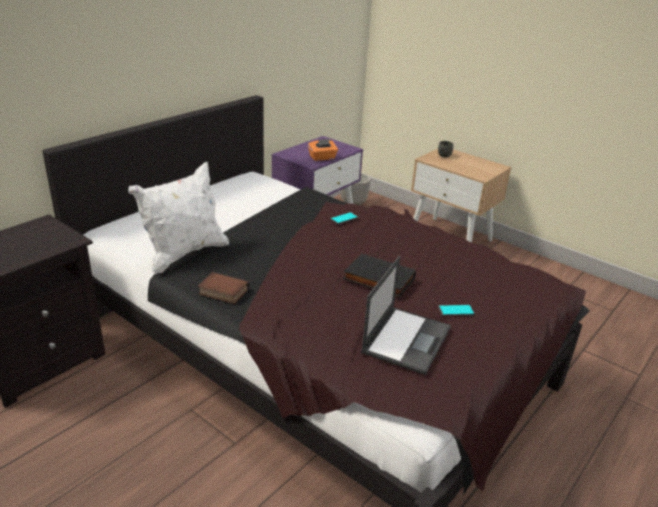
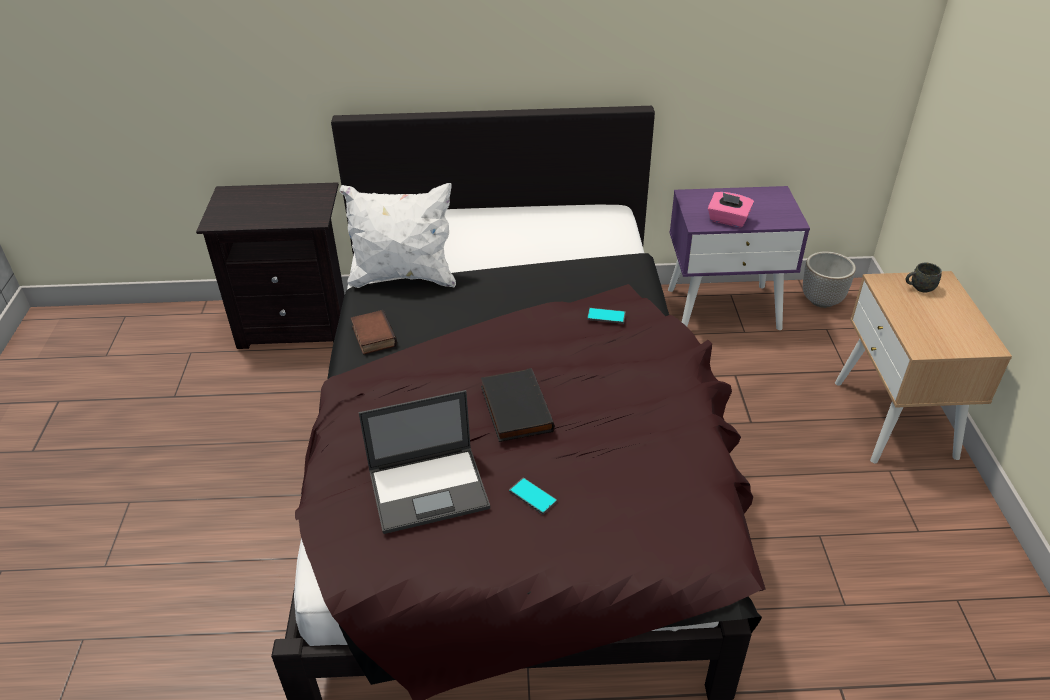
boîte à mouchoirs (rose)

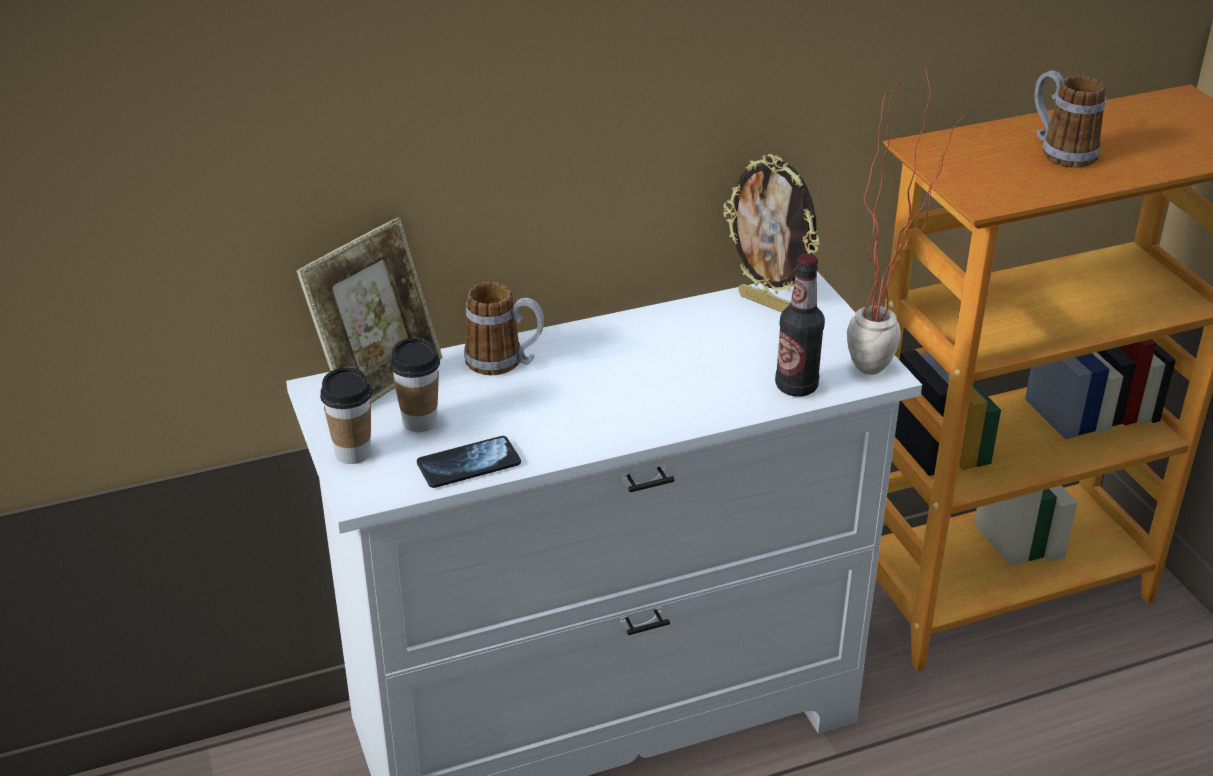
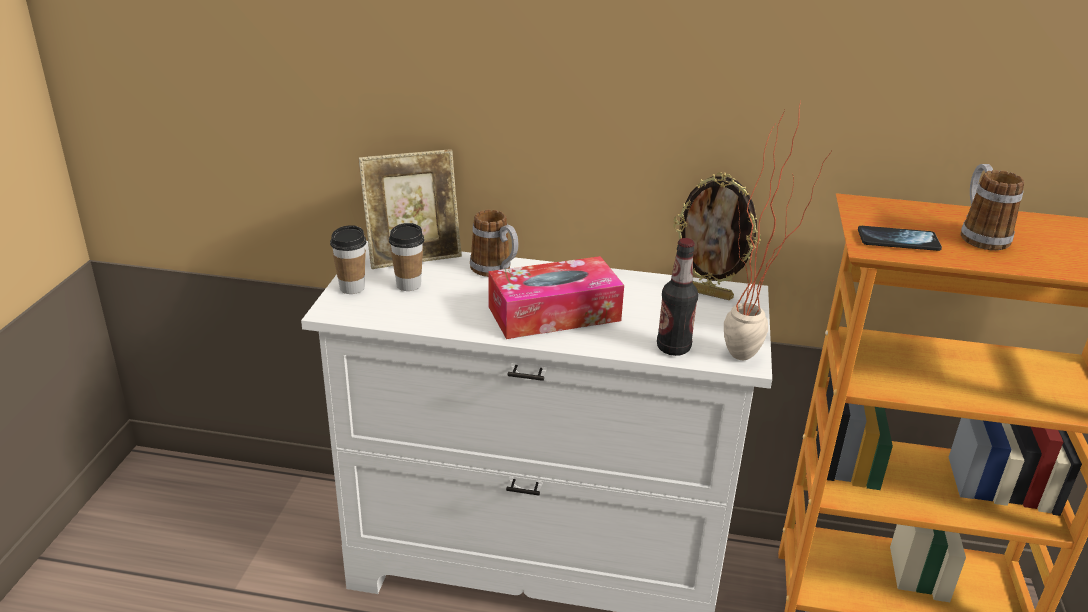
boîte à mouchoirs; téléphone; cadre photo (2nd from left)

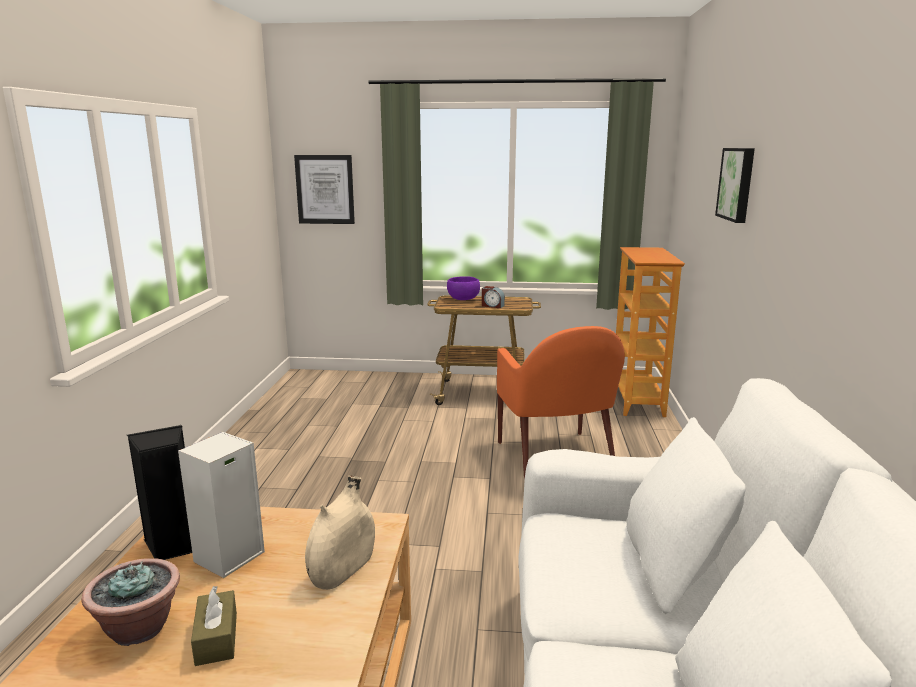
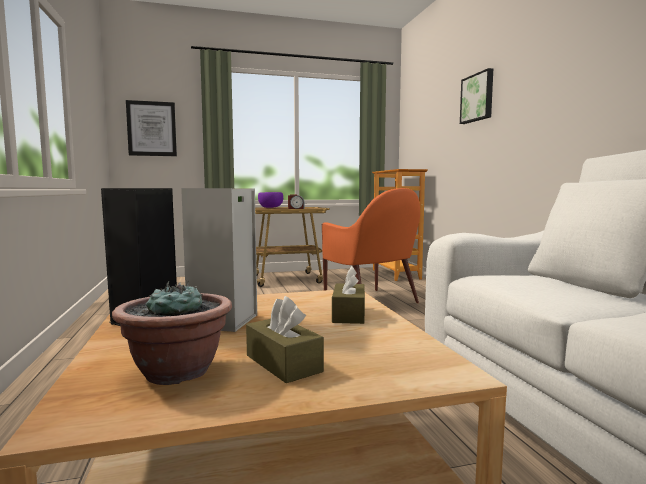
boîte à mouchoirs (marron) (2nd from left)

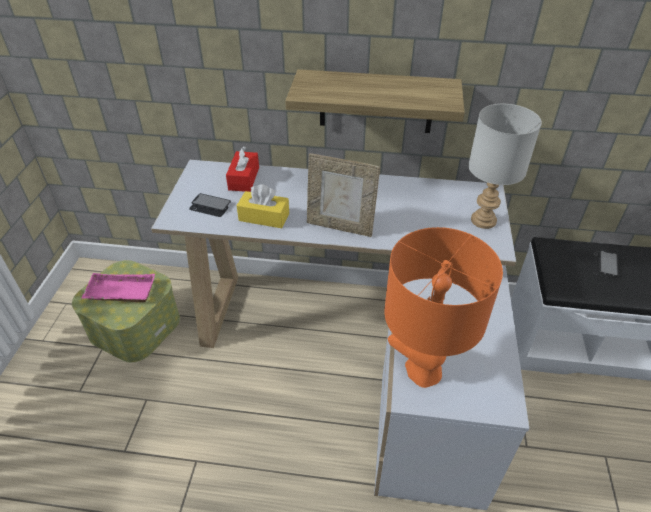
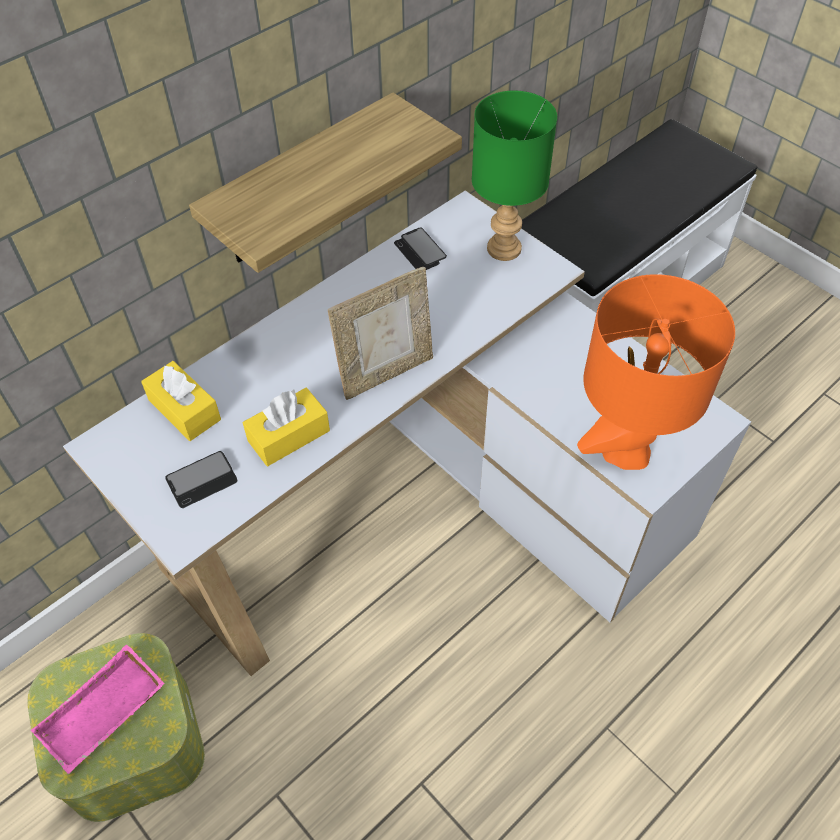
téléphone (2nd from left); boîte à mouchoirs (jaune) (1st from left); lampe de table (vert)

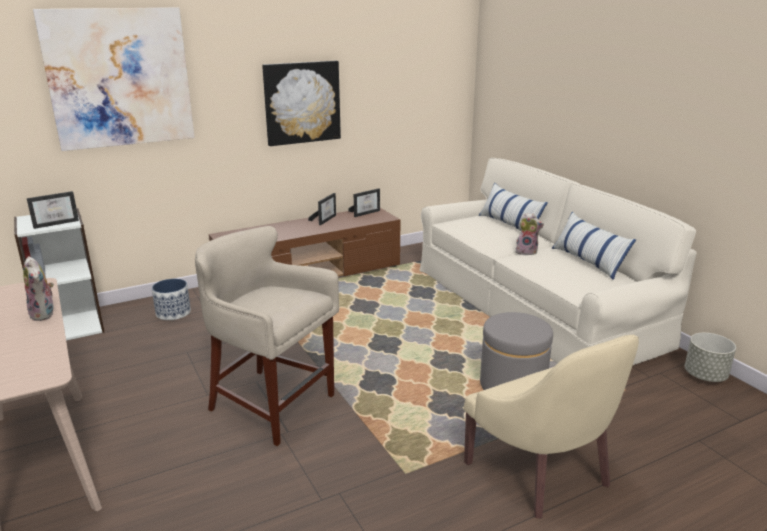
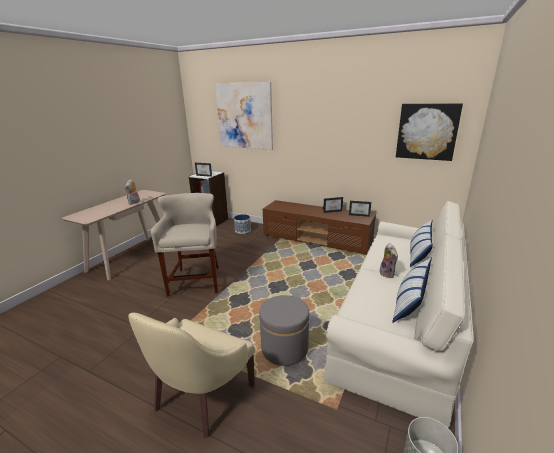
tableau (2nd from left)

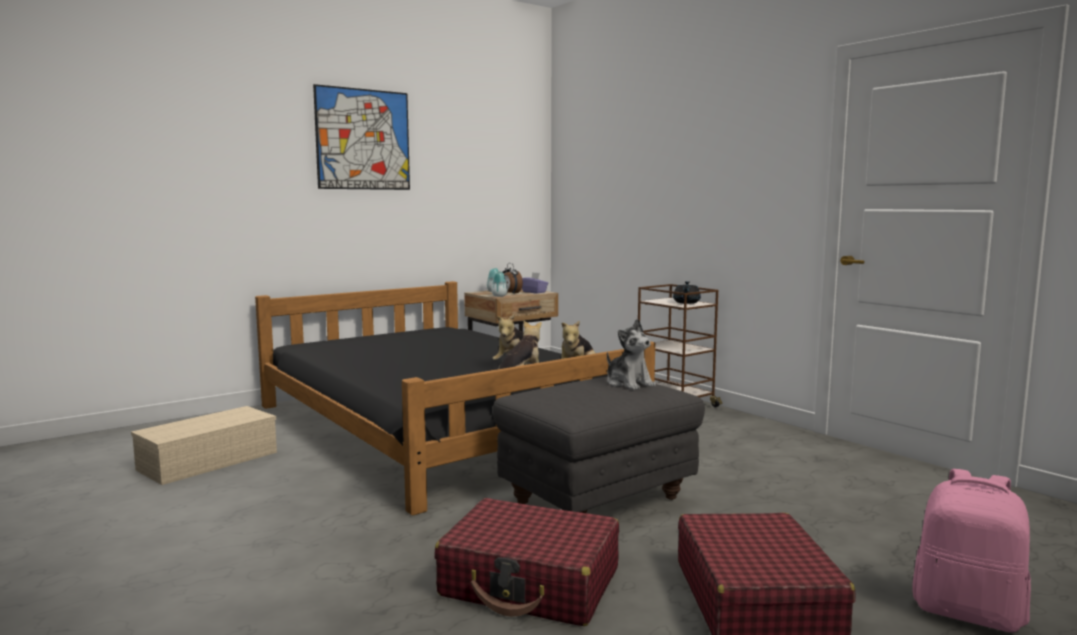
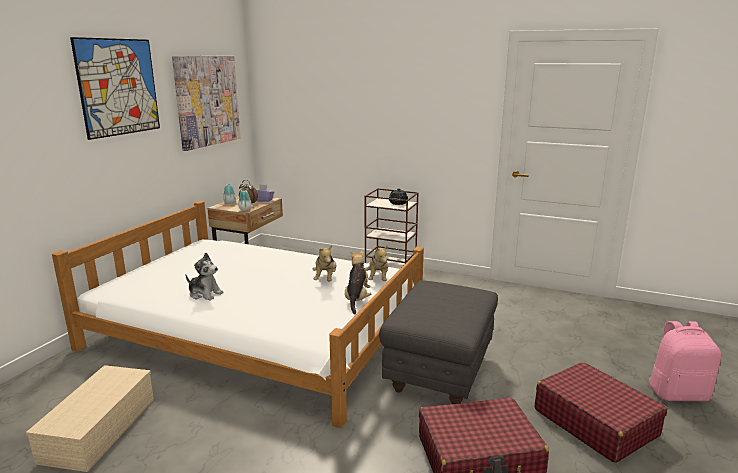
tableau (2nd from left); peluche (1st from left); lit (blanc)

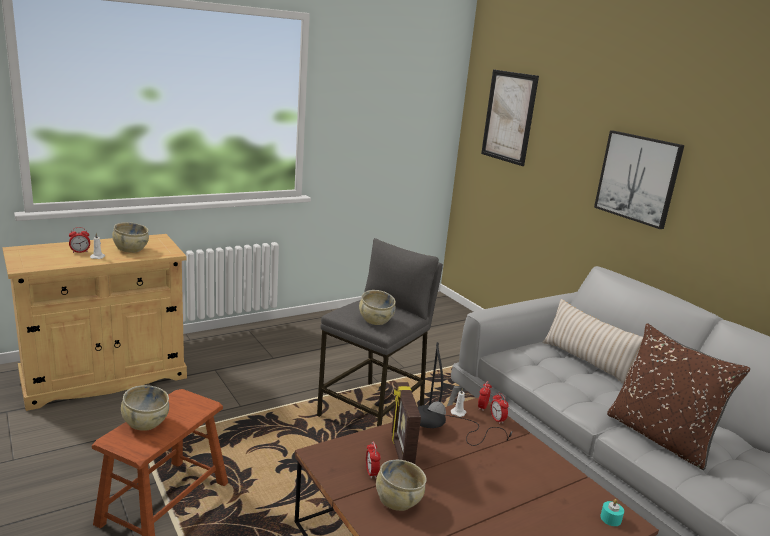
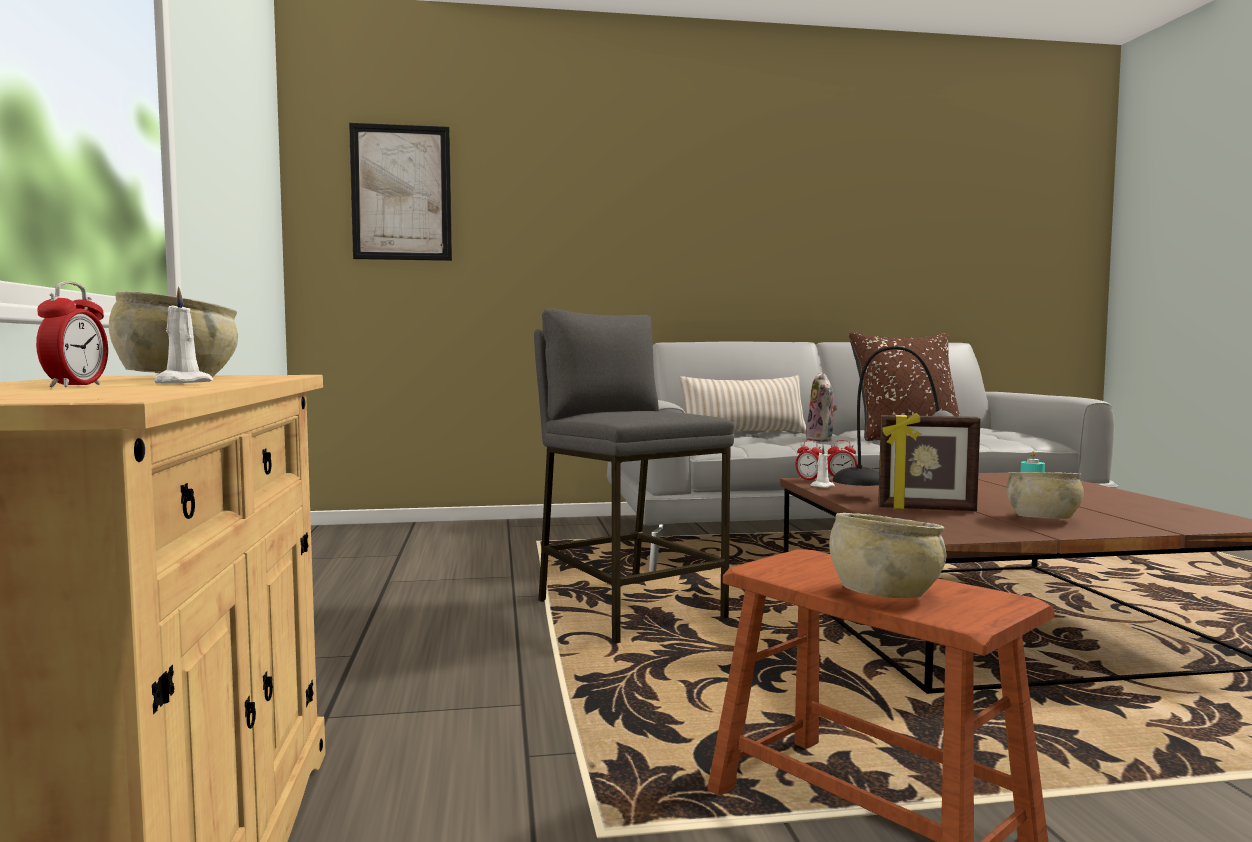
bol (beige) (3rd from left in the first image); réveil (2nd from left in the first image); tableau (2nd from left in the first image); peluche

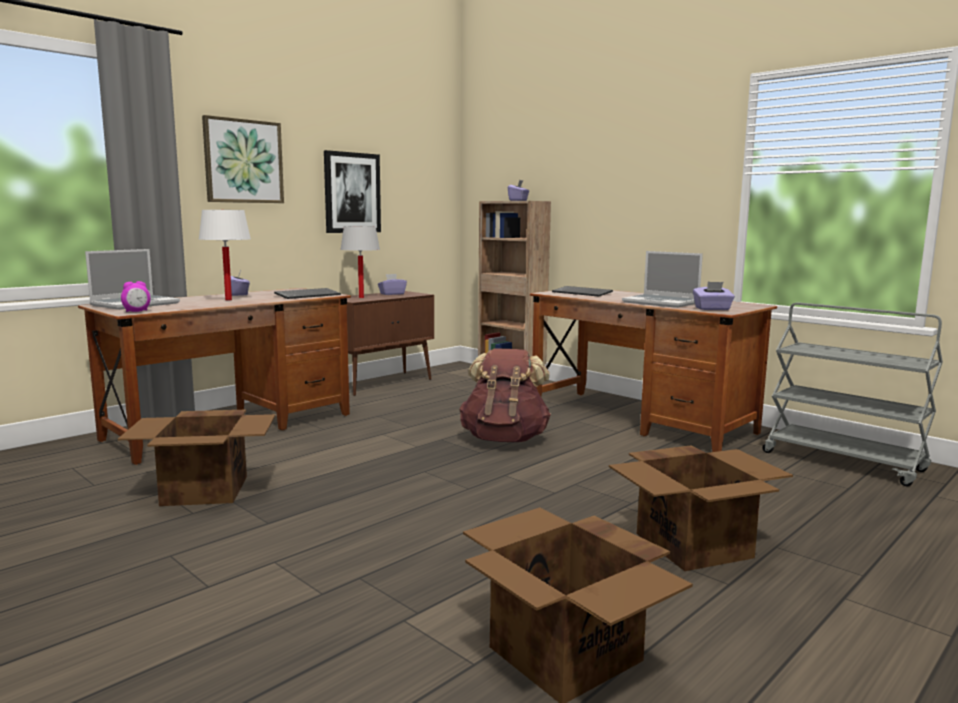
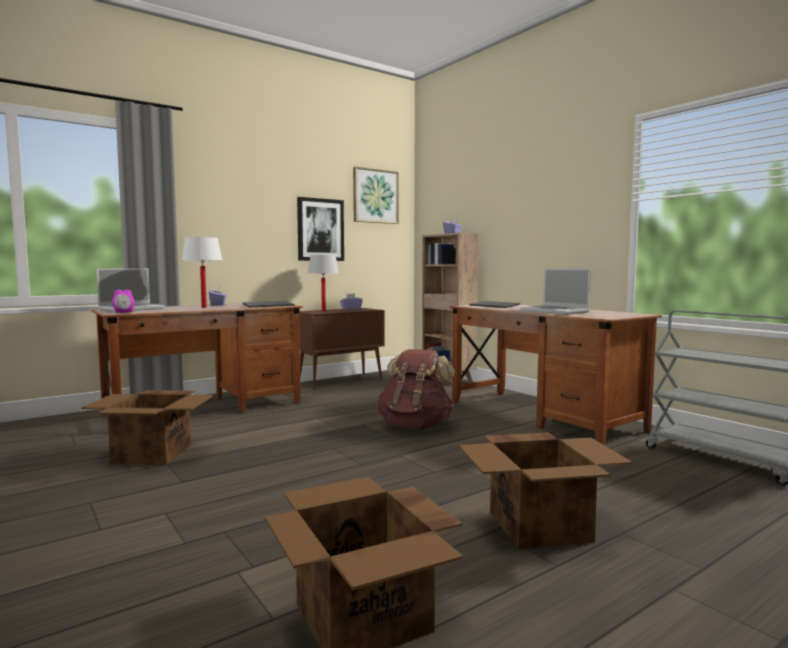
boîte à mouchoirs (violet) (4th from left in the first image); tableau (2nd from left)

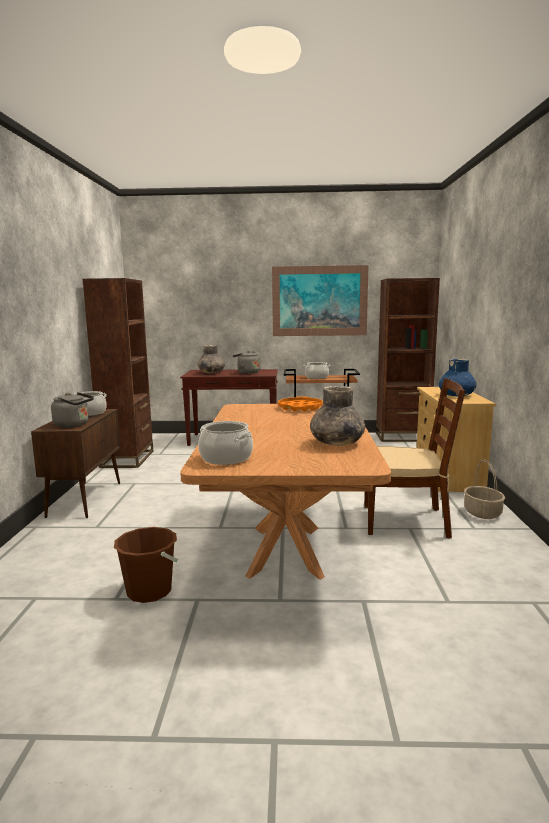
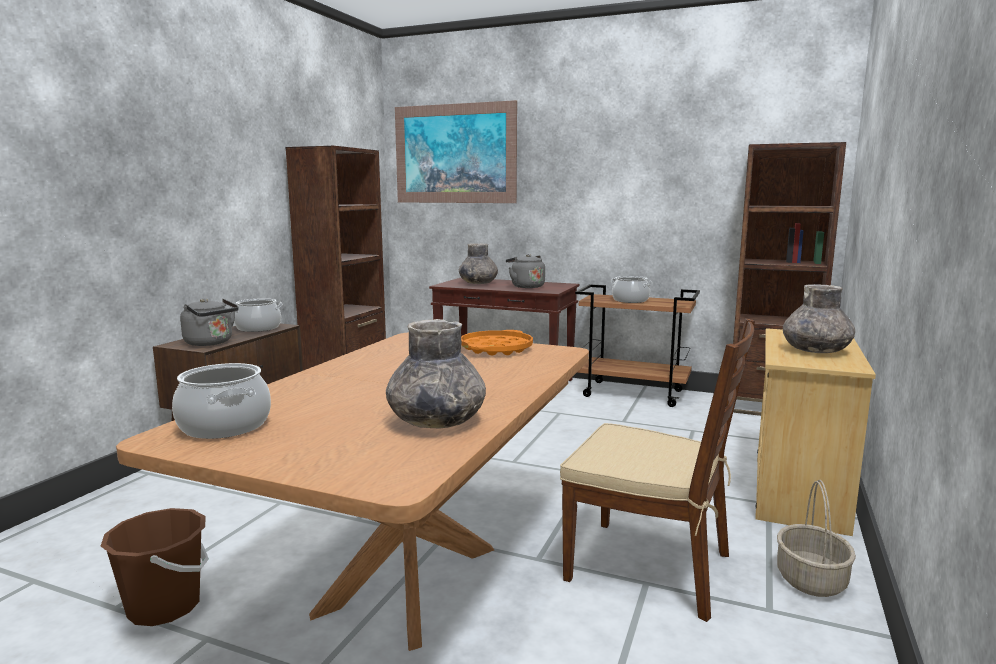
tableau; vase (gris) (3rd from left)

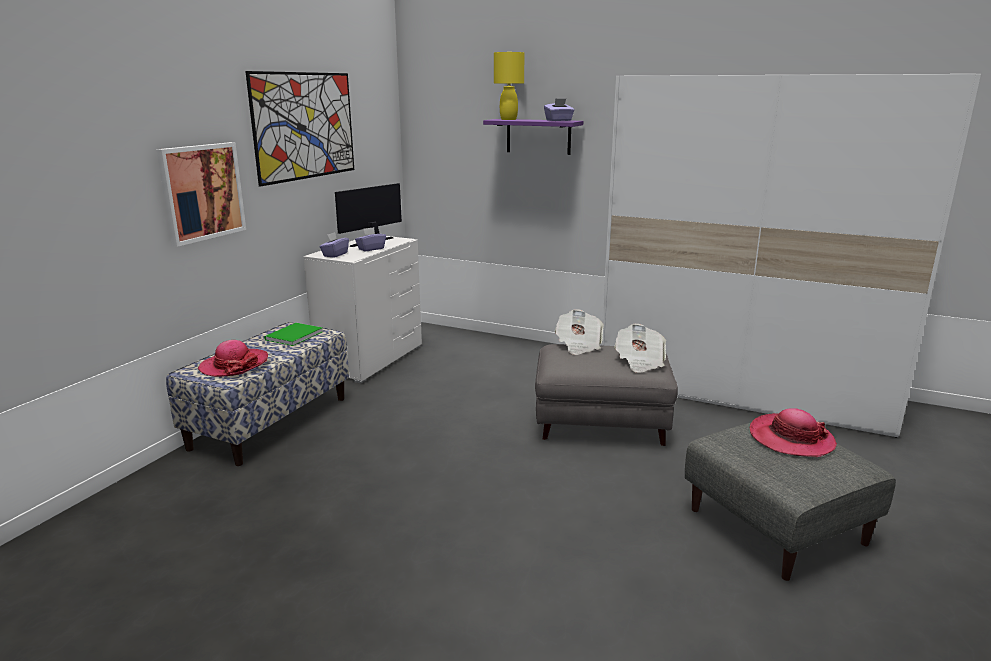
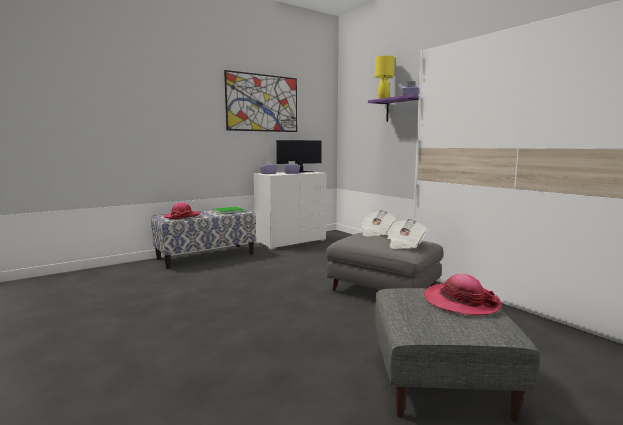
tableau (1st from left in the first image)

